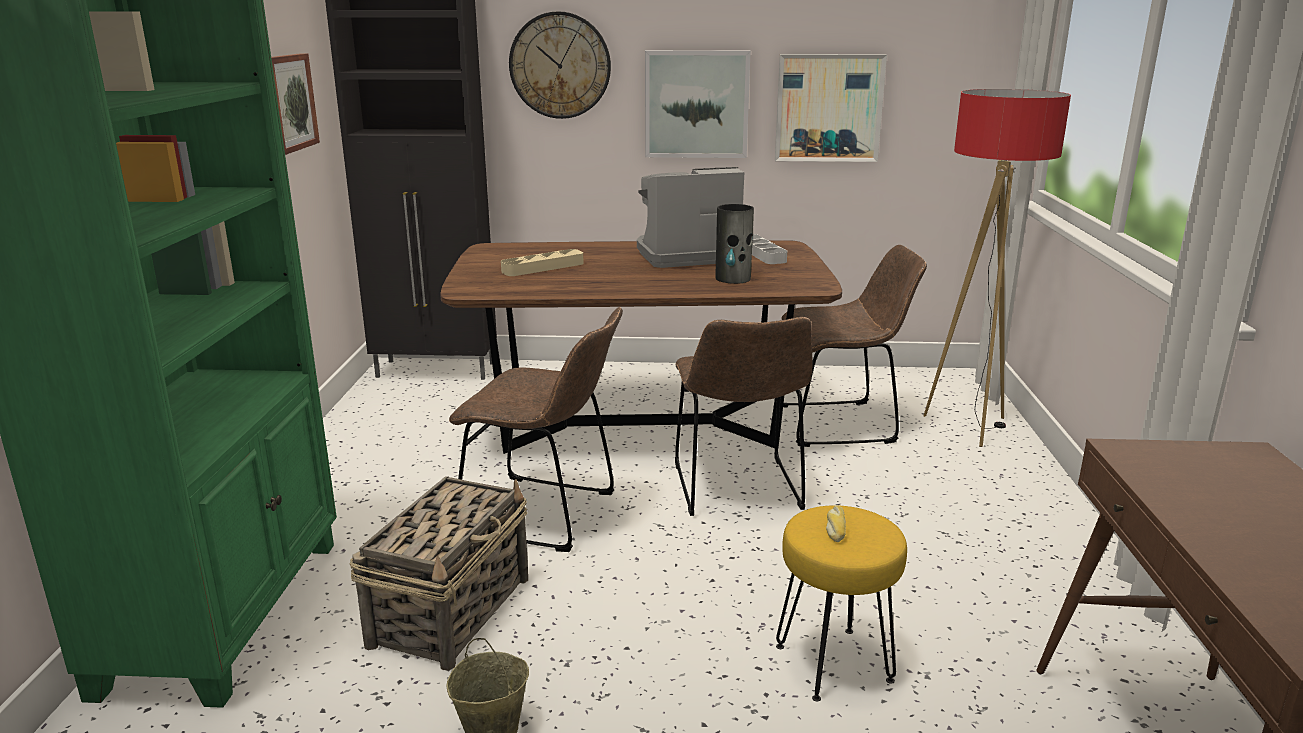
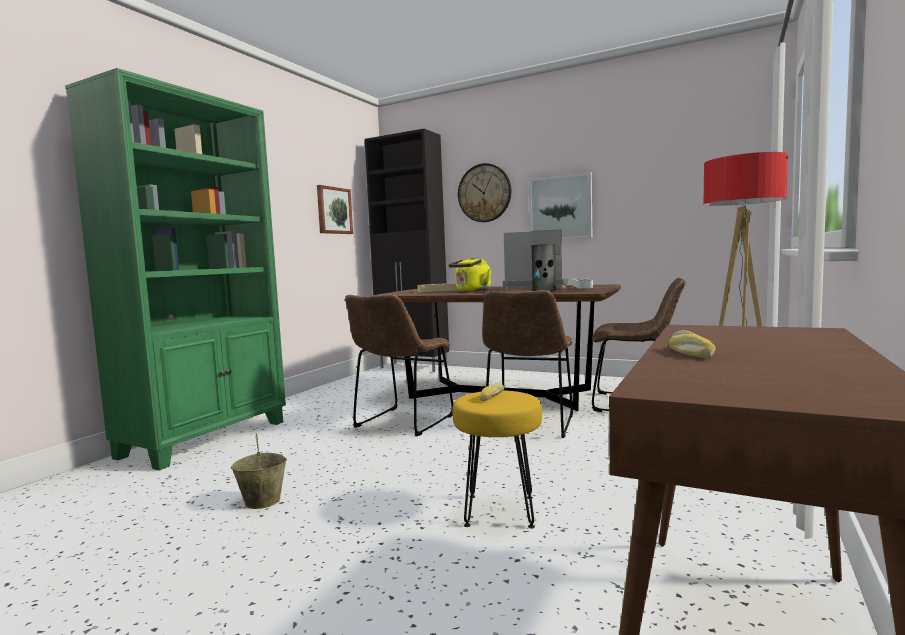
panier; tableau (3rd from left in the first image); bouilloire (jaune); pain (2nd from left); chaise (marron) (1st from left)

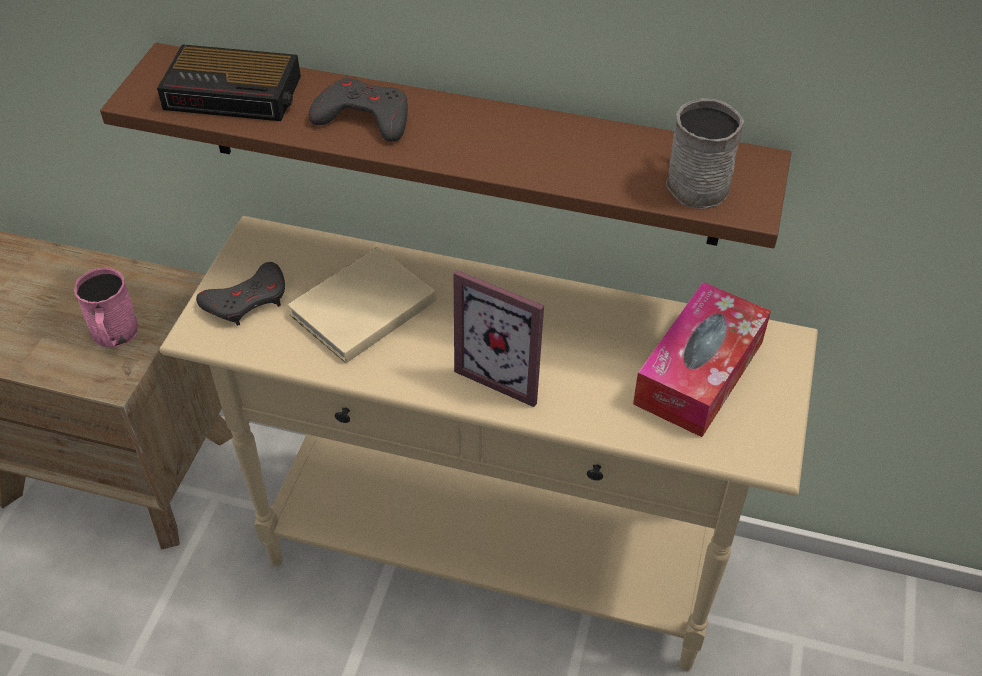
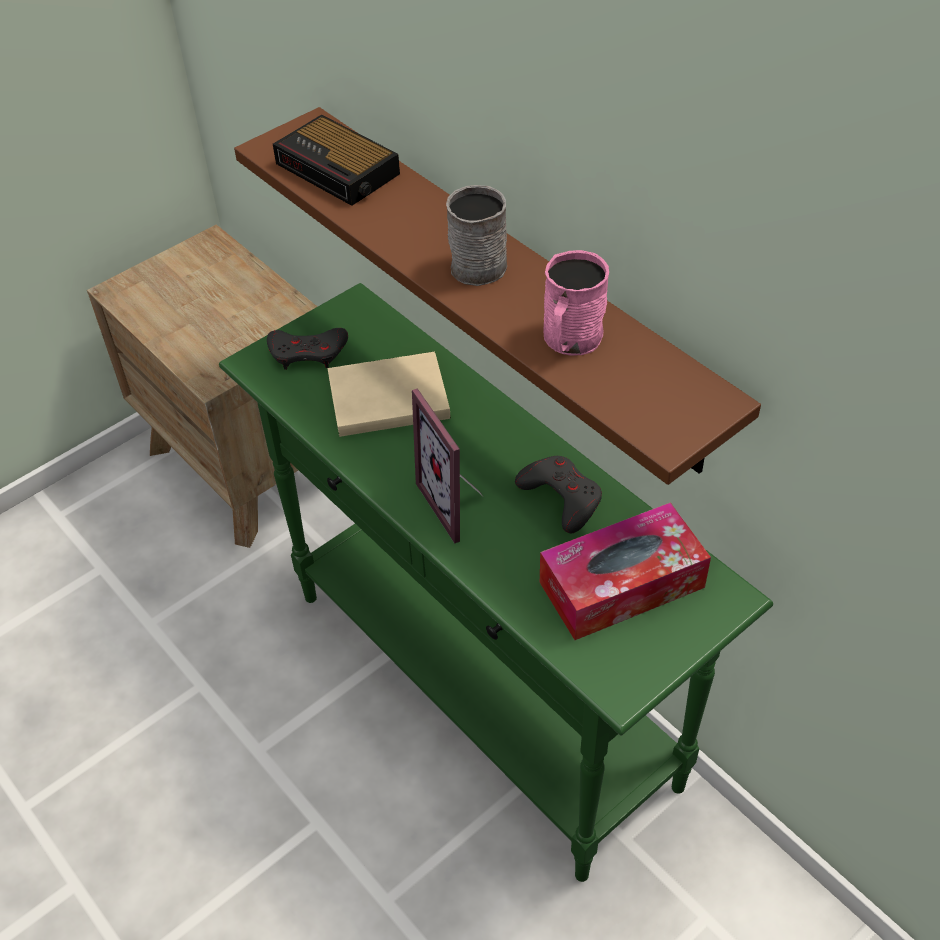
mug (rose); manette (gris) (2nd from left); mug (gris); table console (vert)

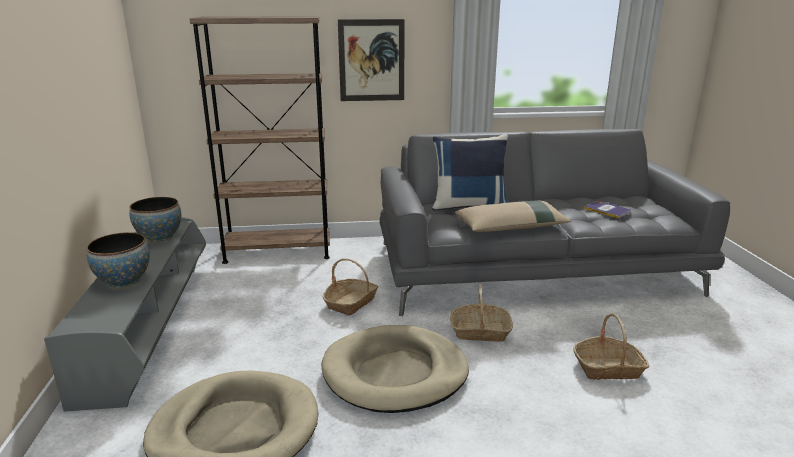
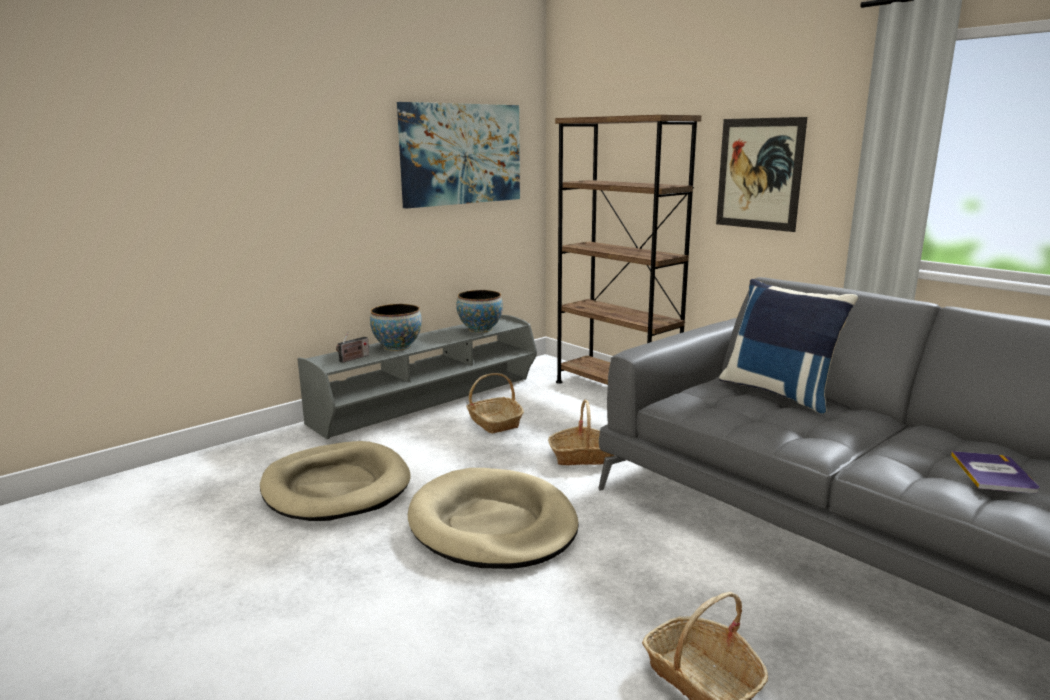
coussin (beige); radio; tableau (1st from left); panier (1st from left)

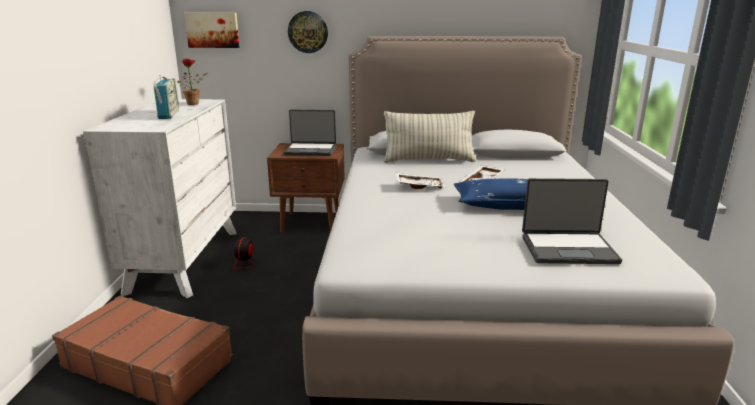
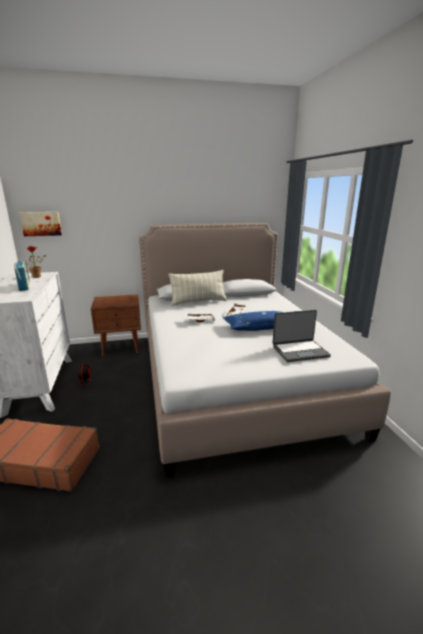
ordinateur portable (1st from left in the first image); horloge murale

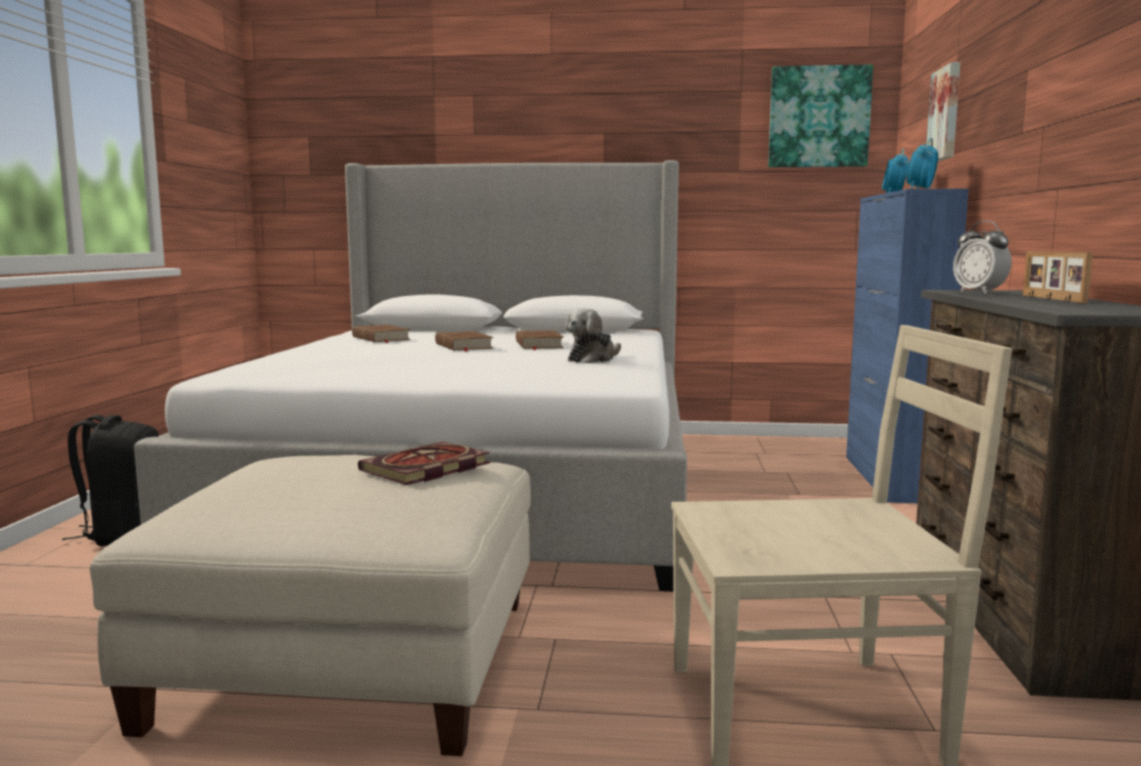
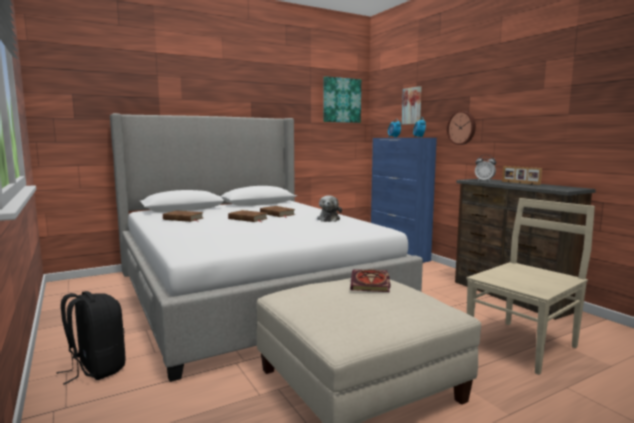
horloge murale

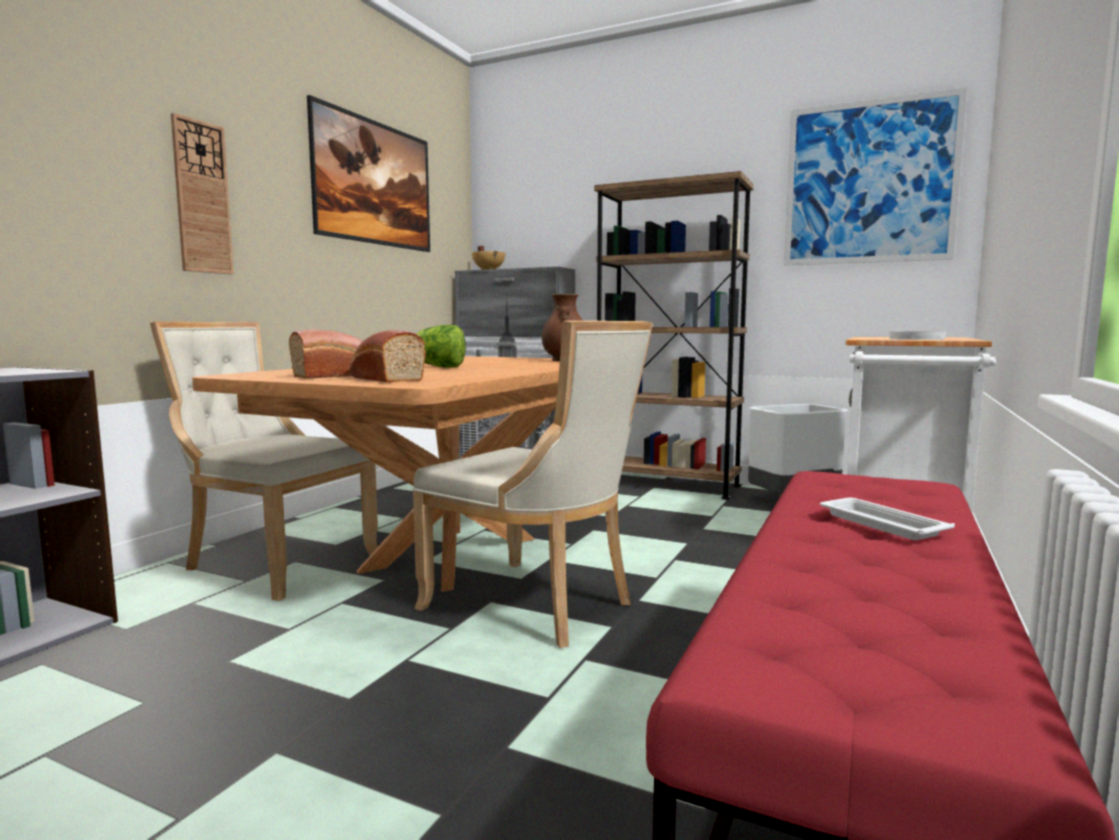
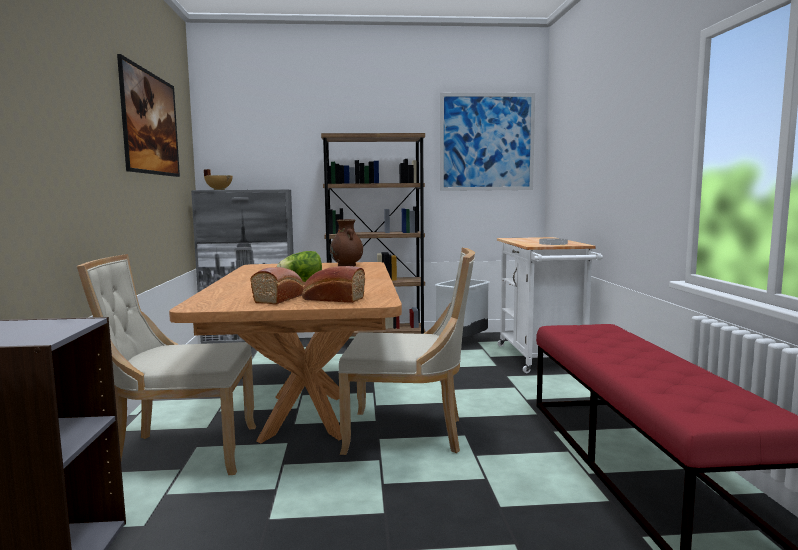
horloge murale; plateau (blanc)

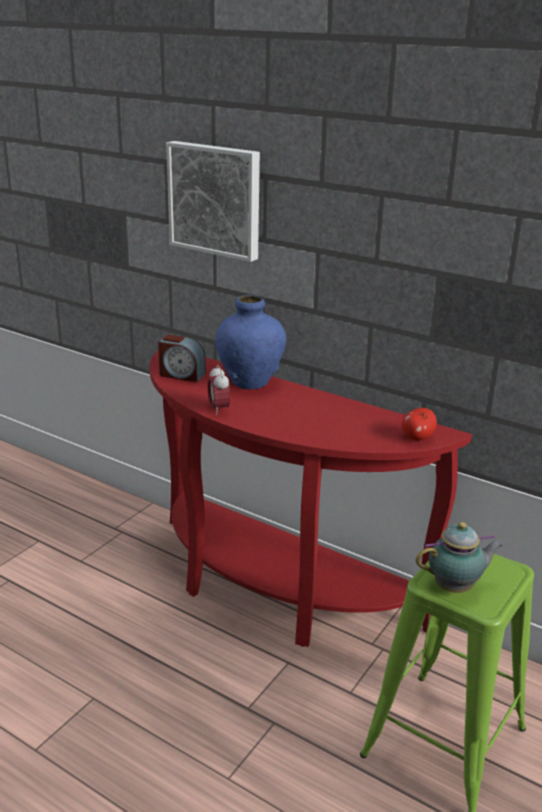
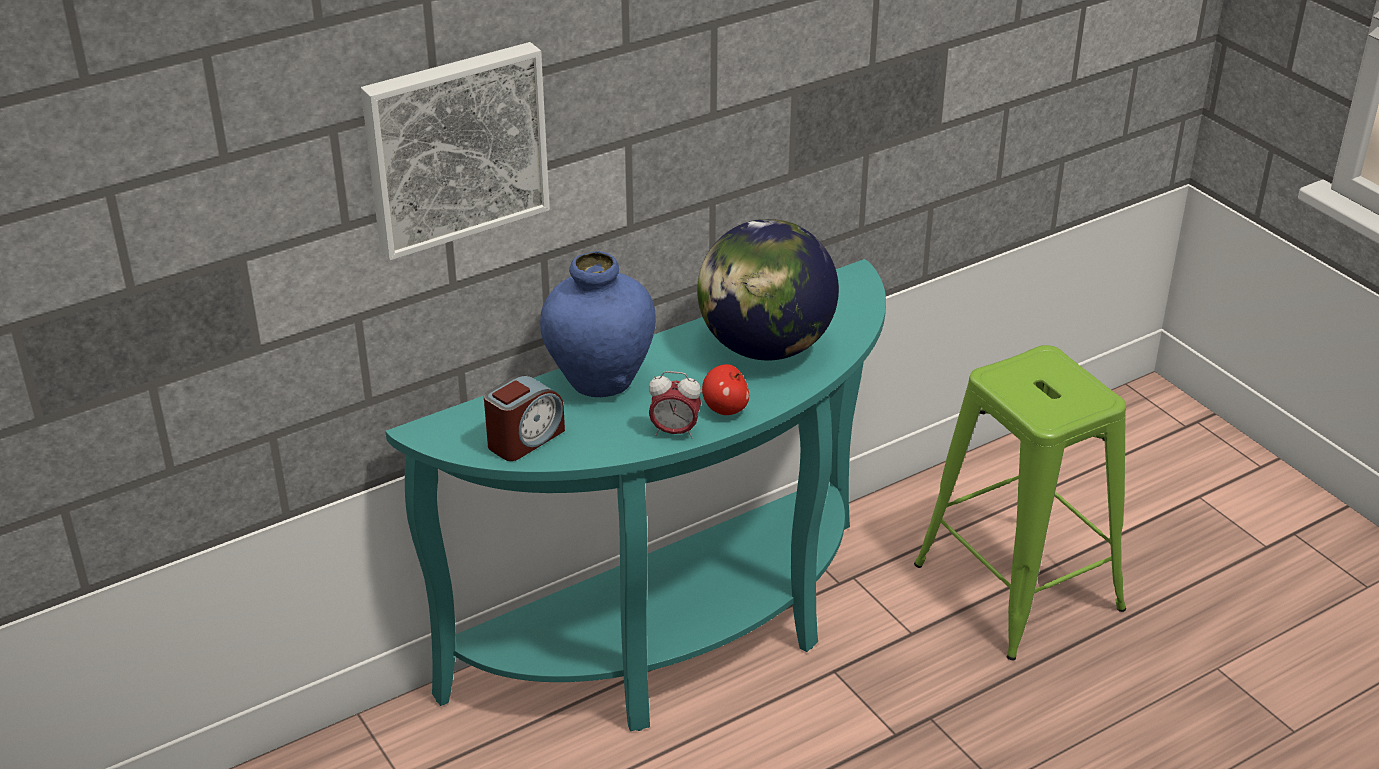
théière; globe; pomme; table console (turquoise)

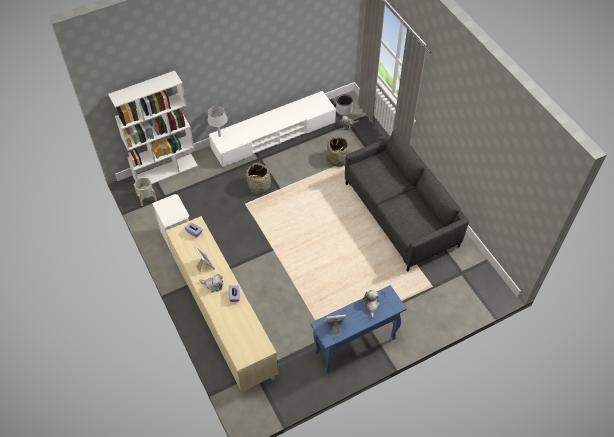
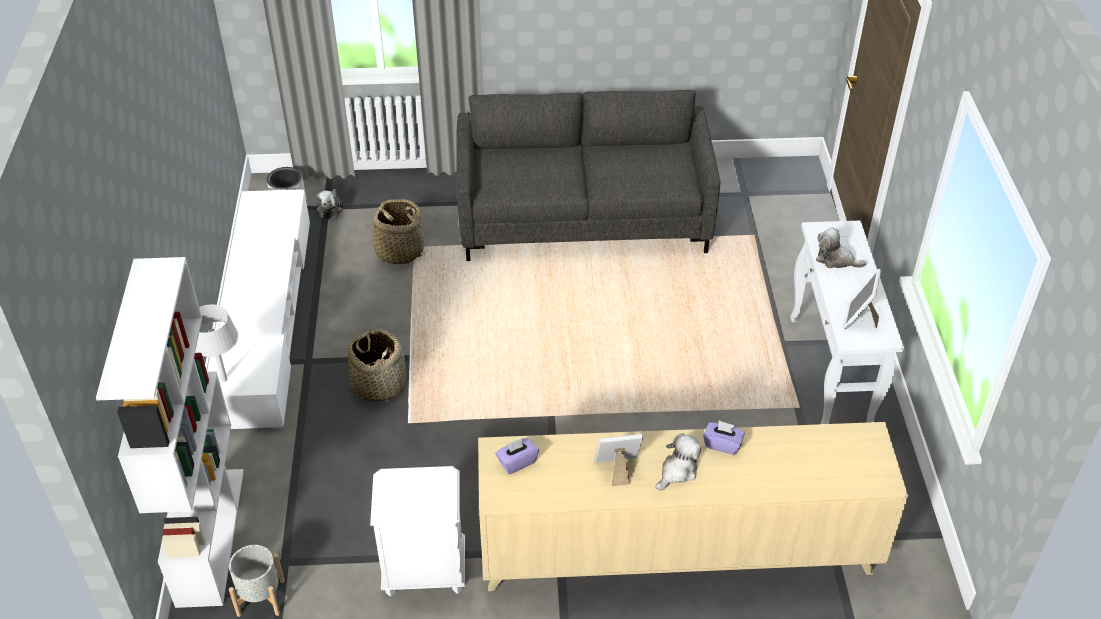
table console (blanc)

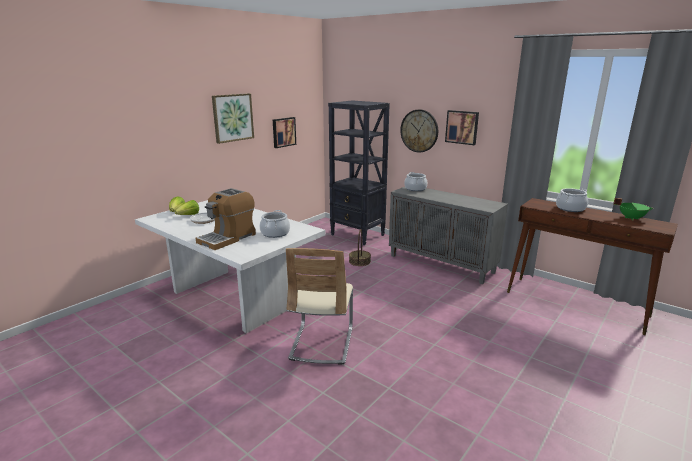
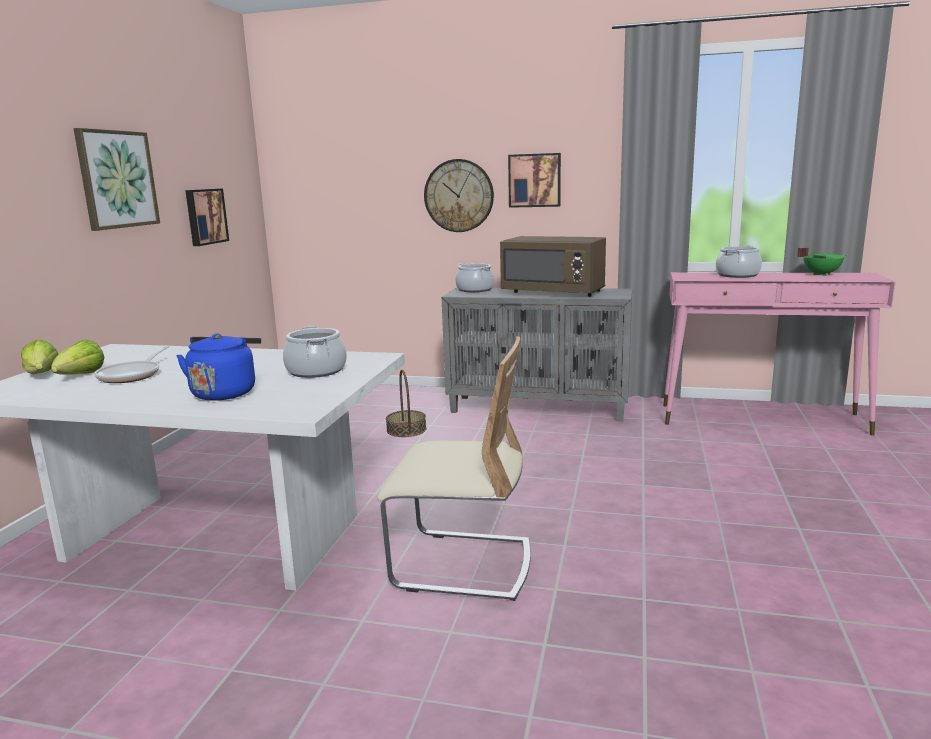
bibliothèque (noir); micro-ondes (marron); bouilloire (bleu); table console (rose); chaise (beige)

